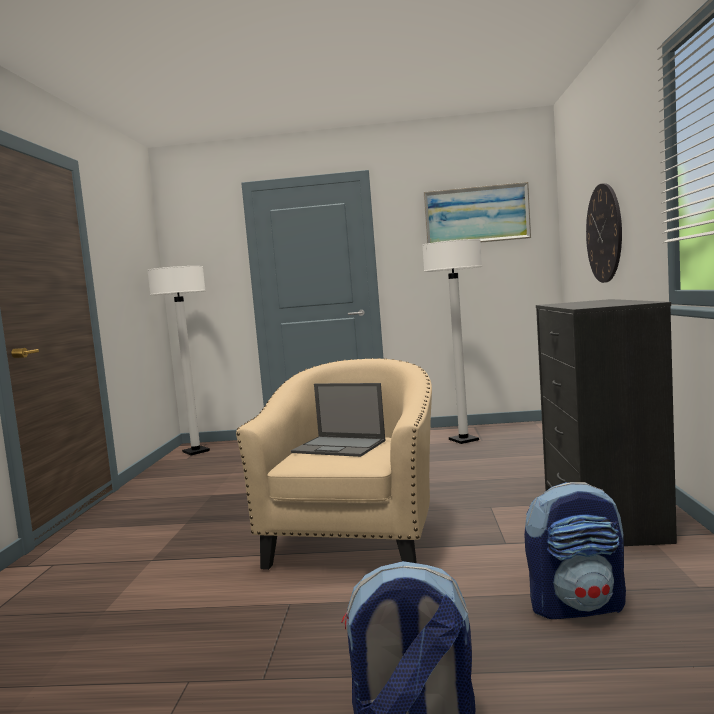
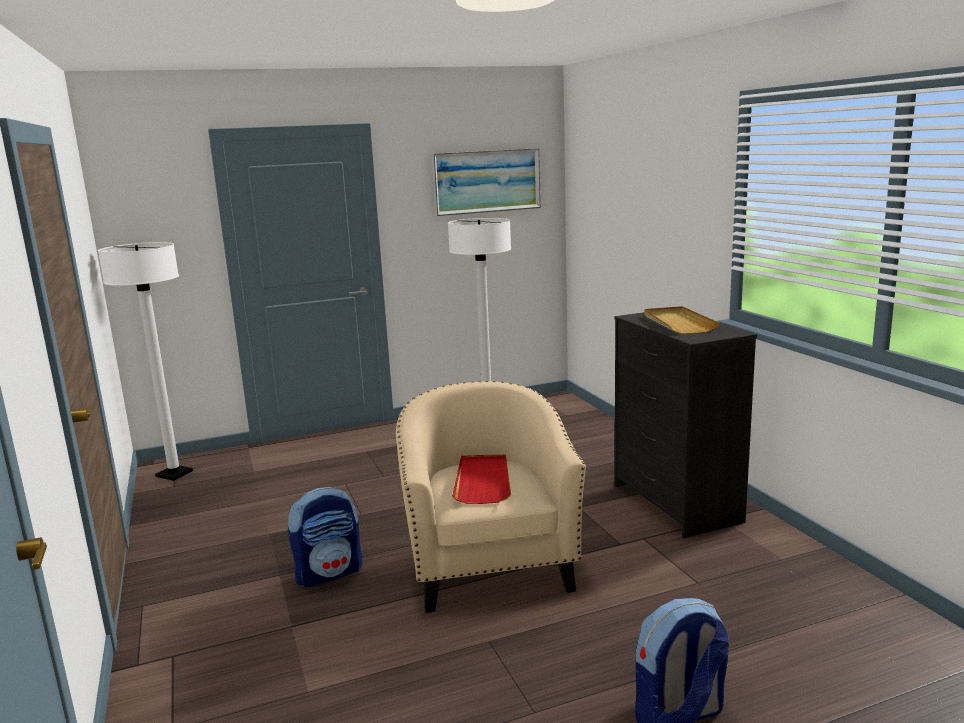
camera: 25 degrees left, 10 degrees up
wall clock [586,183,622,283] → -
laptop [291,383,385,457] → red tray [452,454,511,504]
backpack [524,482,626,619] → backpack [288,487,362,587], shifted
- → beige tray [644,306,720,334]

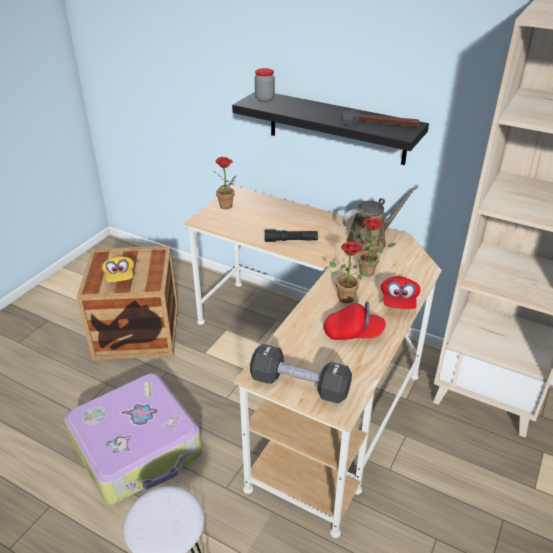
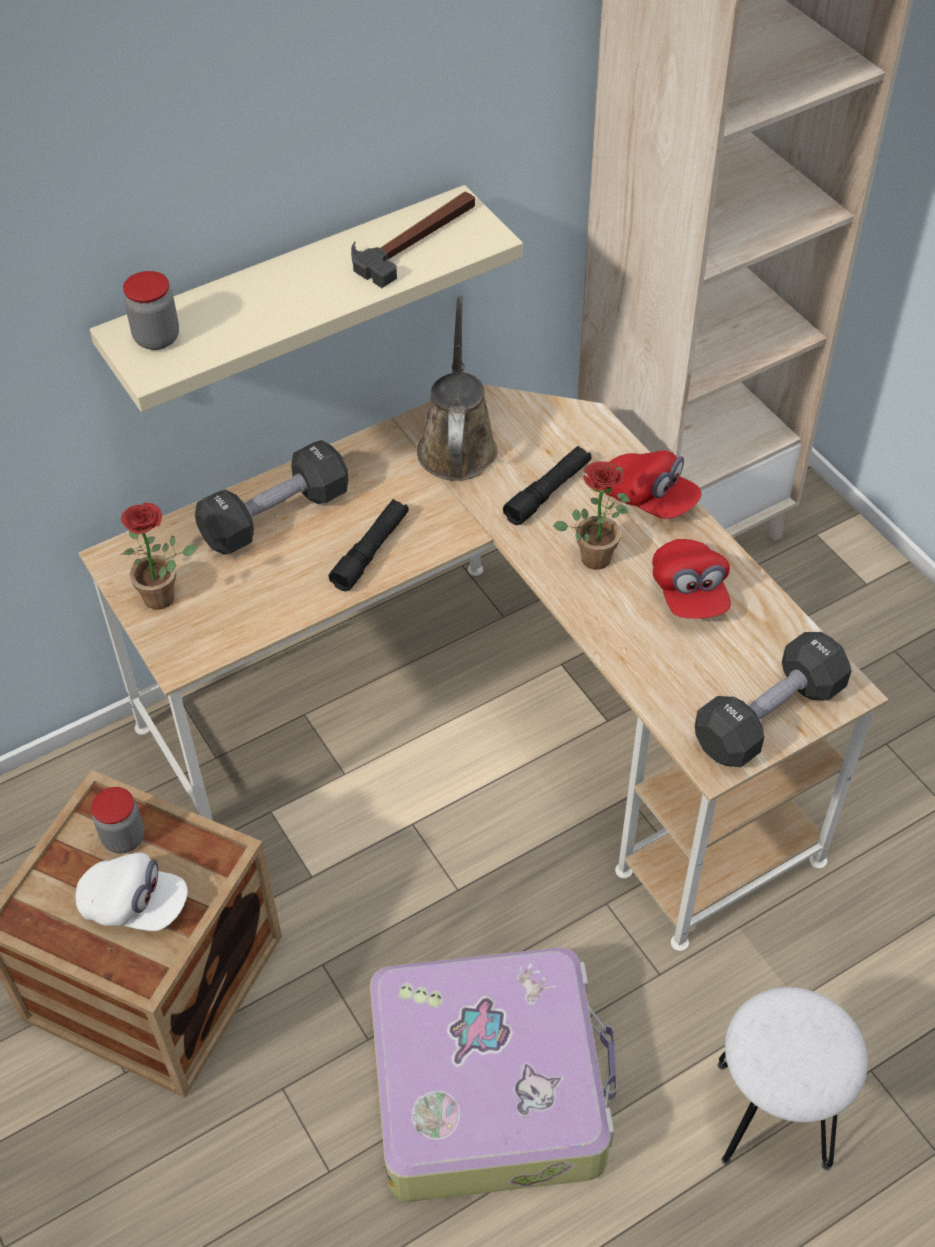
camera: 60 degrees left, 15 degrees up
black shelf [232,92,429,165] → beige shelf [90,185,523,412]
potted plant [357,218,396,277] → black flashlight [503,446,592,525]
yellow cap [102,257,134,282] → white cap [76,853,188,931]
red cap [324,301,386,340] → red cap [652,539,731,619], 135 degrees clockwise
- → black dumbbell [195,440,348,554]
- → jar [91,787,144,854]

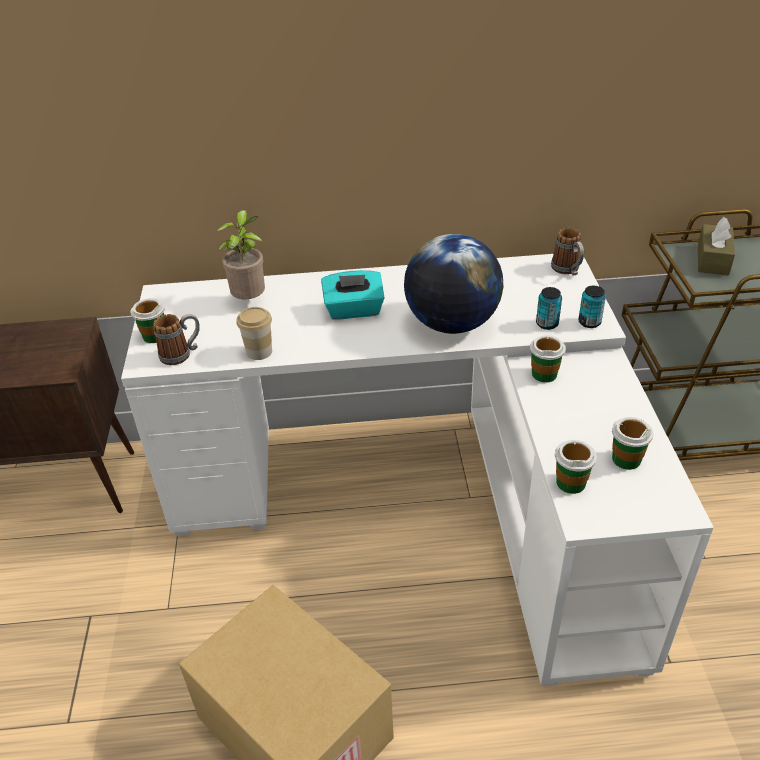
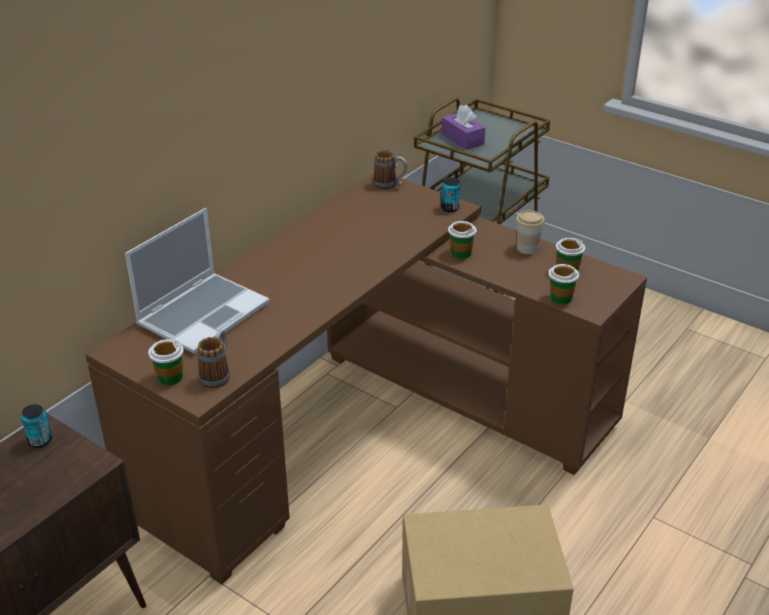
camera: 50 degrees left, 5 degrees down
potted plant [216,210,265,299] → laptop [125,208,270,354]
brown tissue box [698,217,735,276] → purple tissue box [441,105,485,150]
globe [404,234,503,334] → -
white desk [121,254,714,686] → brown desk [85,173,647,584]
turquoise tissue box [321,270,385,320] → -
can [536,287,562,330] → can [21,404,52,448], shifted
cup [237,307,272,360] → cup [516,210,545,254], shifted

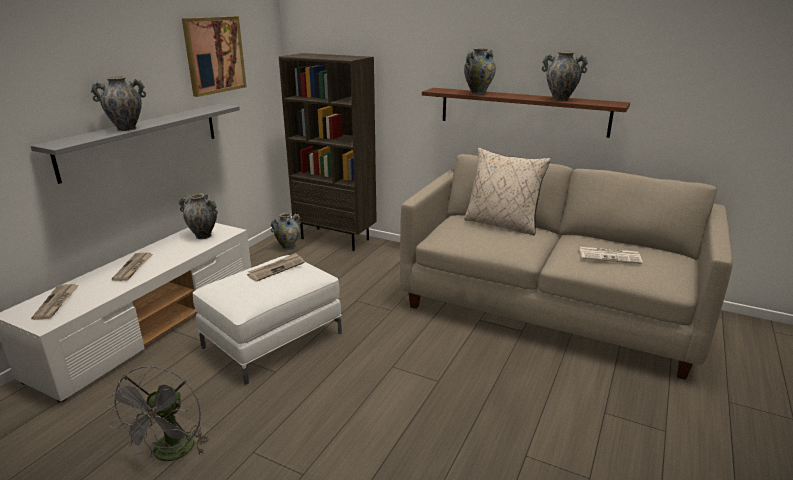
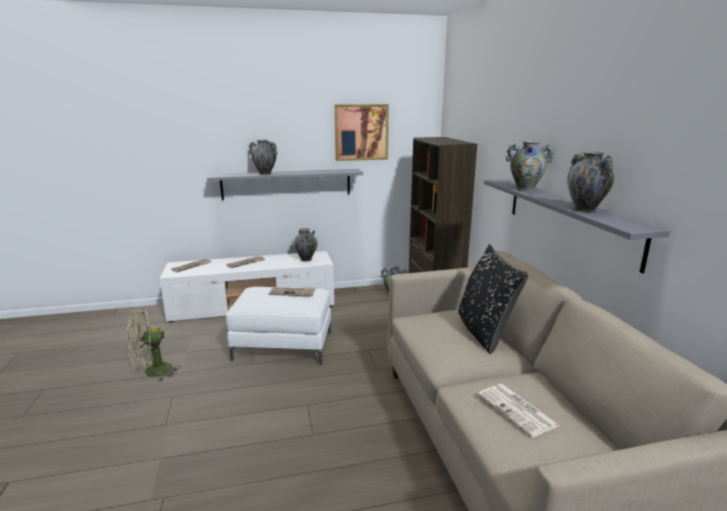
camera: 50 degrees right, 5 degrees down
brown shelf [422,88,630,138] → grey shelf [484,179,670,273]
beige pillow [464,148,551,235] → black pillow [458,244,528,354]
grey fan [106,366,209,461] → green fan [127,309,181,381]

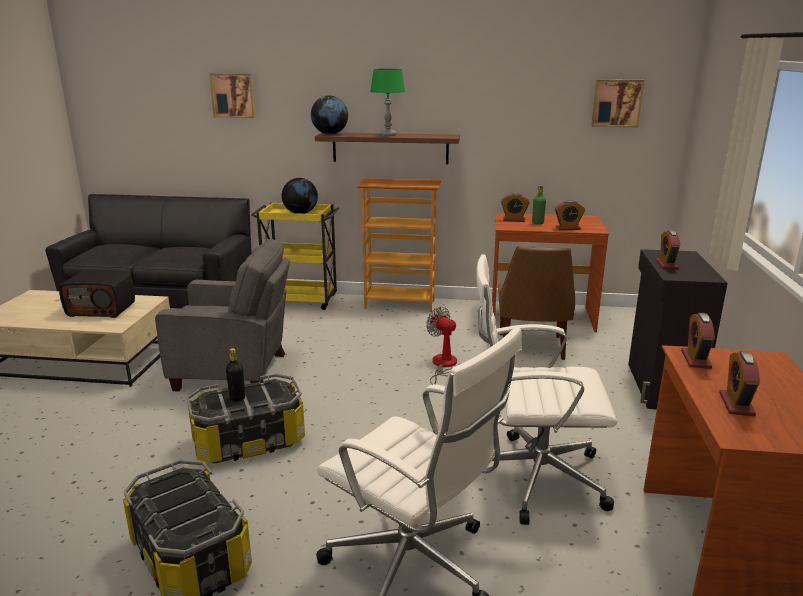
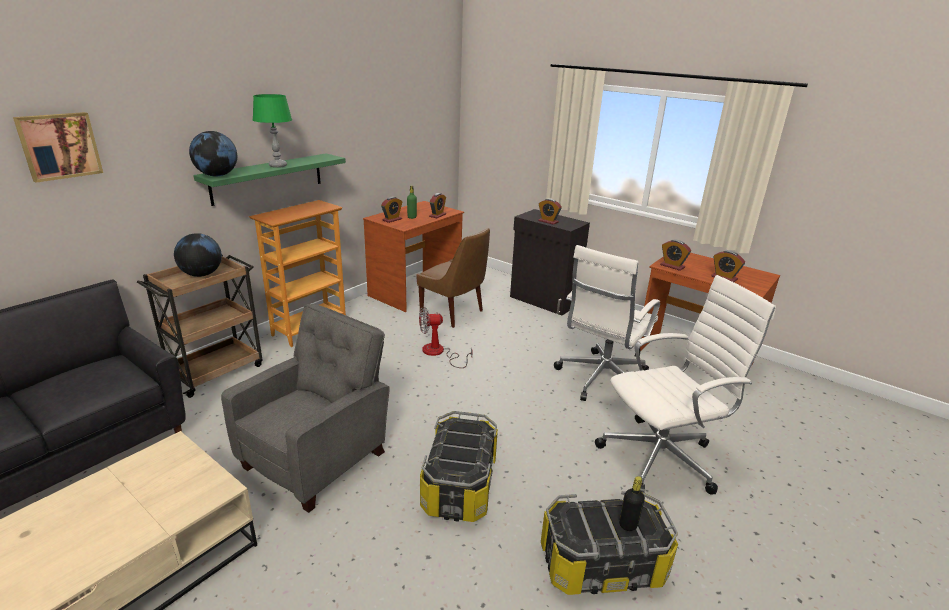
camera: 60 degrees left, 5 degrees up
picture [591,79,645,128] → -
brown shelf [315,133,460,164] → green shelf [193,154,346,206]
yellow cart [251,202,339,310] → brown cart [137,254,262,398]
radio [59,270,135,318] → -
black bottle [226,348,245,402] → black bottle [619,476,645,531], shifted

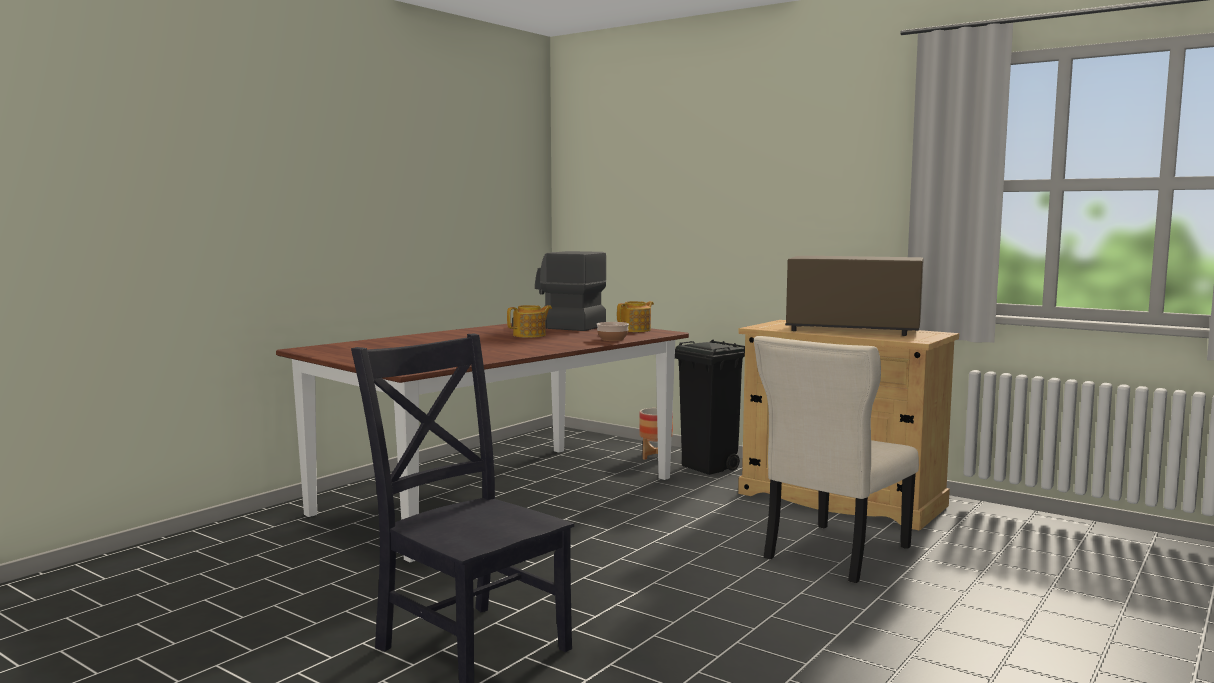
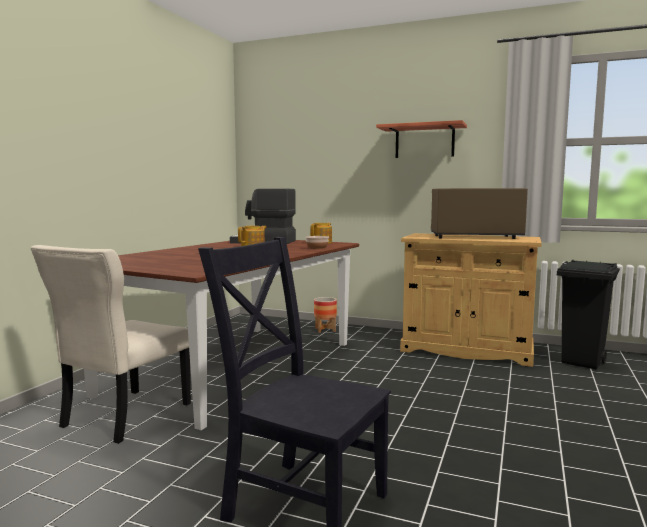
camera: 15 degrees left, 0 degrees up
beige chair [754,336,919,583] → beige chair [31,245,191,444], shifted
black trash can [675,340,745,475] → black trash can [557,260,620,369], shifted
- → shelf [376,120,467,158]

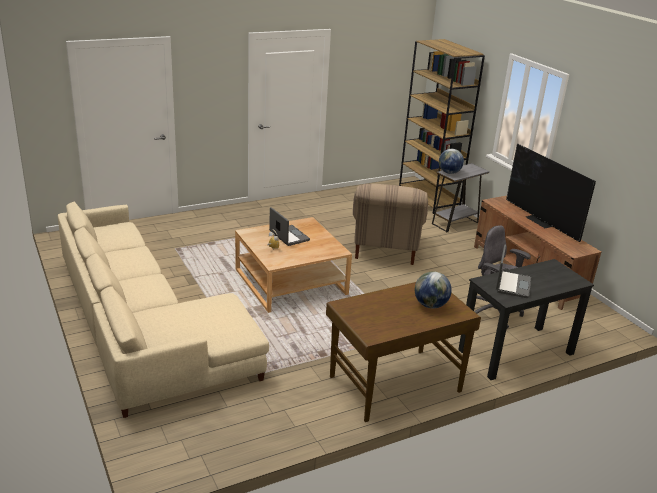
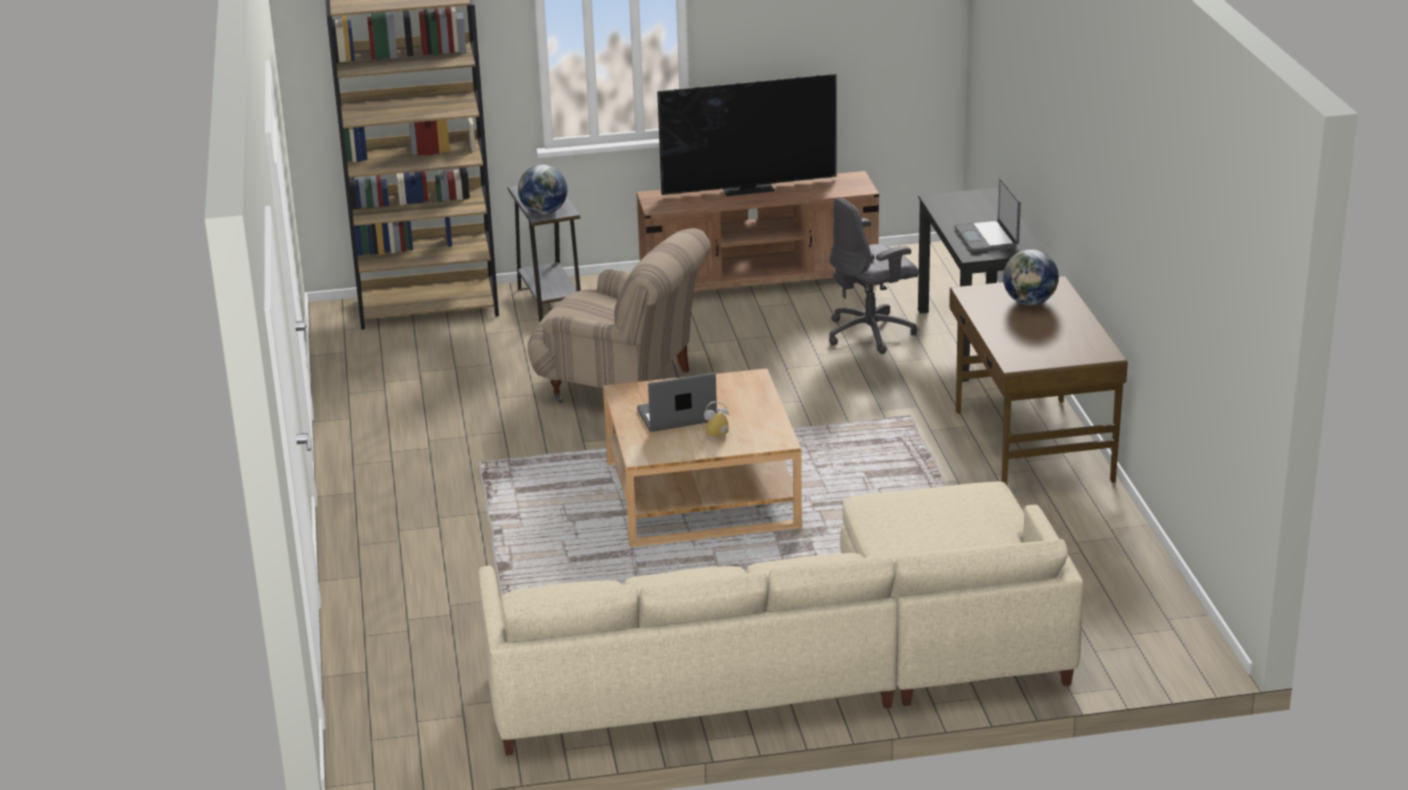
camera: 70 degrees left, 0 degrees up
laptop [496,245,531,298] → laptop [954,178,1021,253], 135 degrees counterclockwise

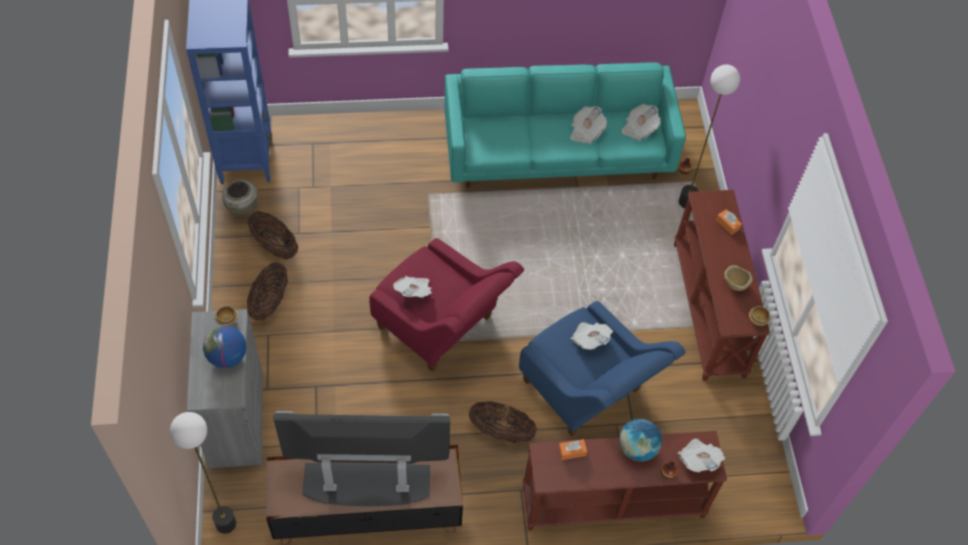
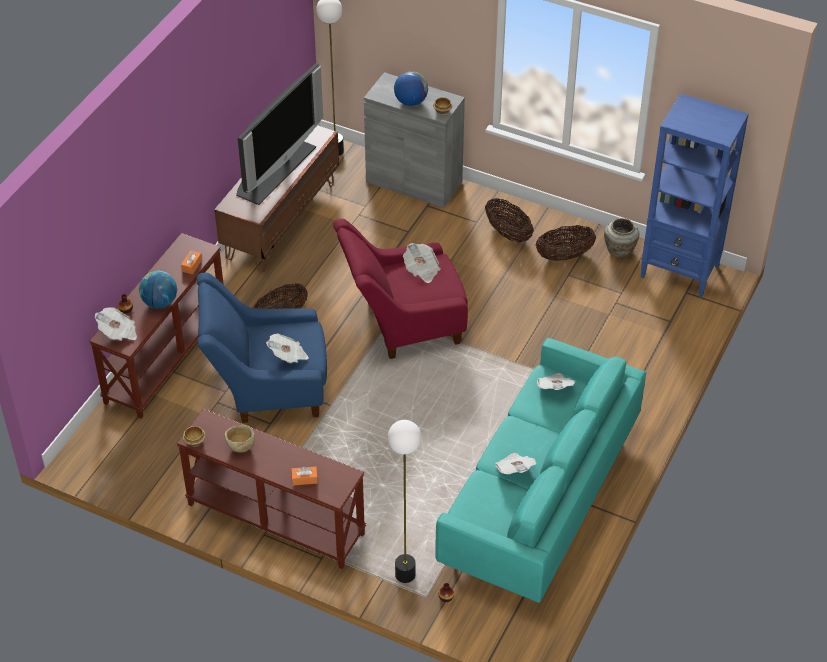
camera: 125 degrees right, 10 degrees down
newspaper [622,104,660,141] → newspaper [537,373,575,390], shifted

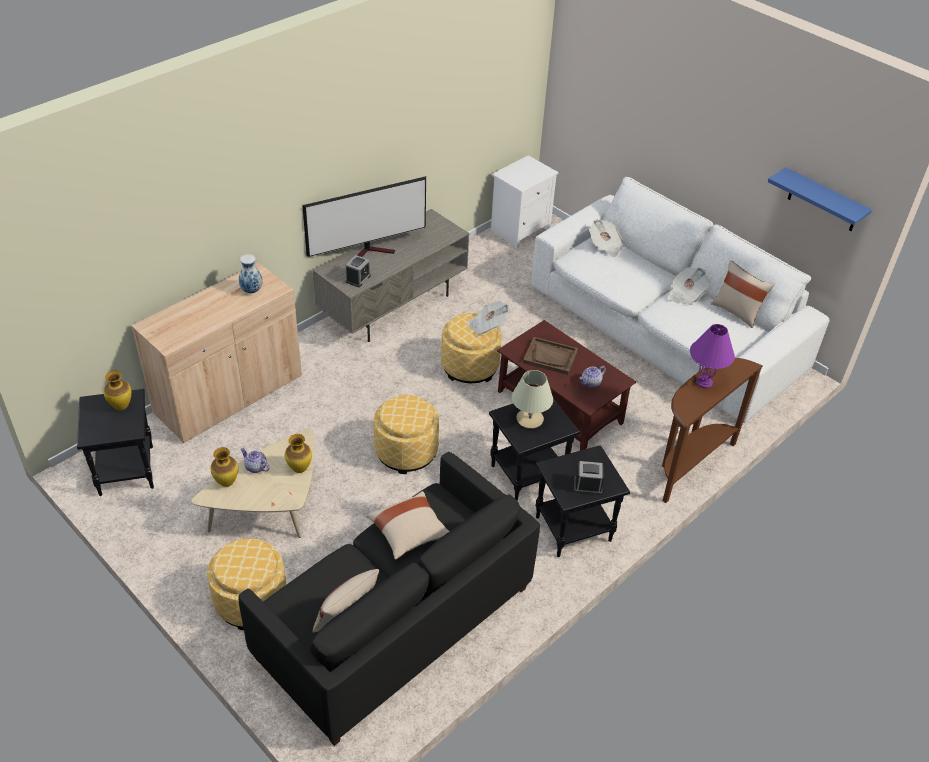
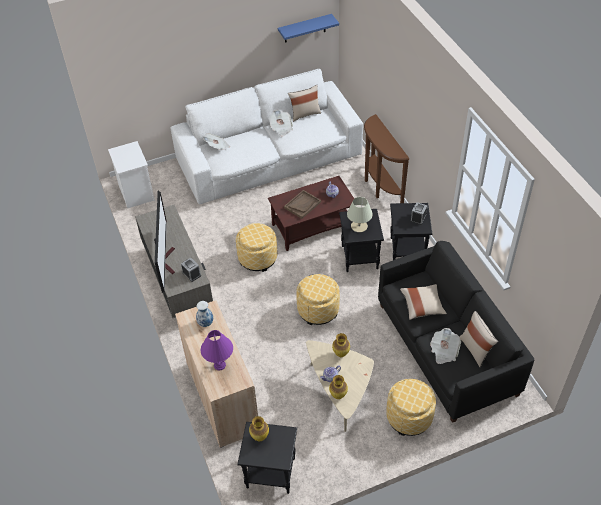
camera: 65 degrees left, 5 degrees up
newspaper [467,301,510,335] → newspaper [430,328,461,364], shifted
purple table lamp [690,324,735,388] → purple table lamp [201,330,233,371], shifted

